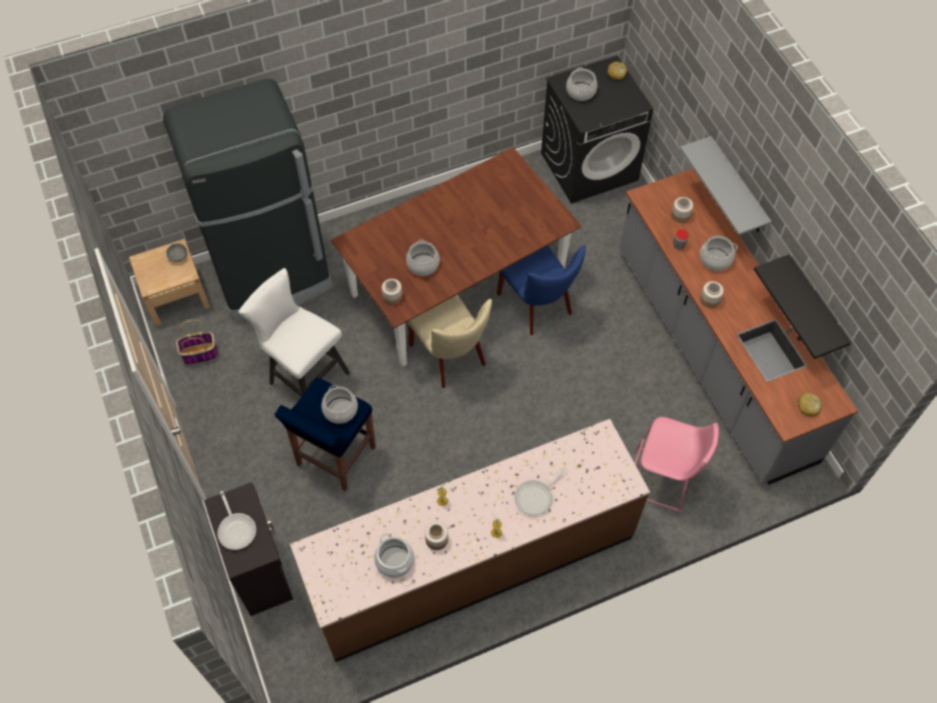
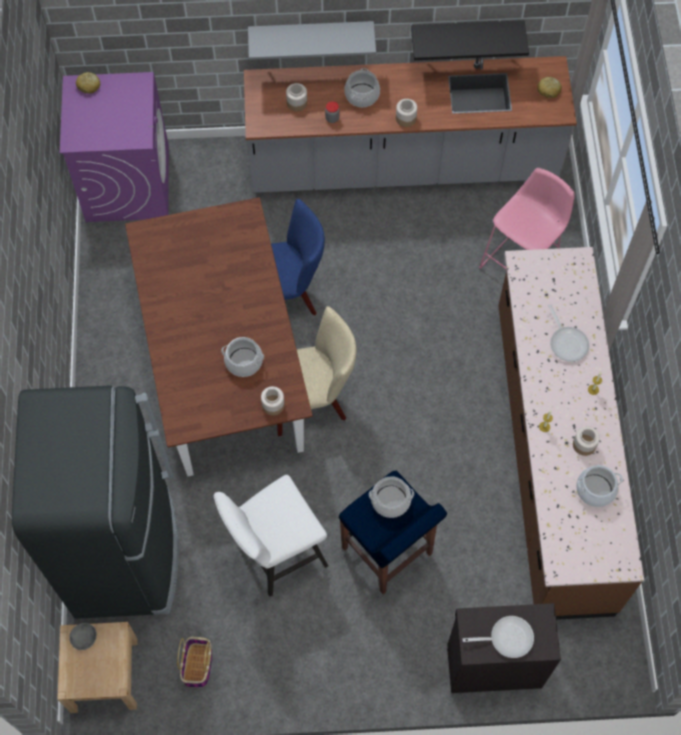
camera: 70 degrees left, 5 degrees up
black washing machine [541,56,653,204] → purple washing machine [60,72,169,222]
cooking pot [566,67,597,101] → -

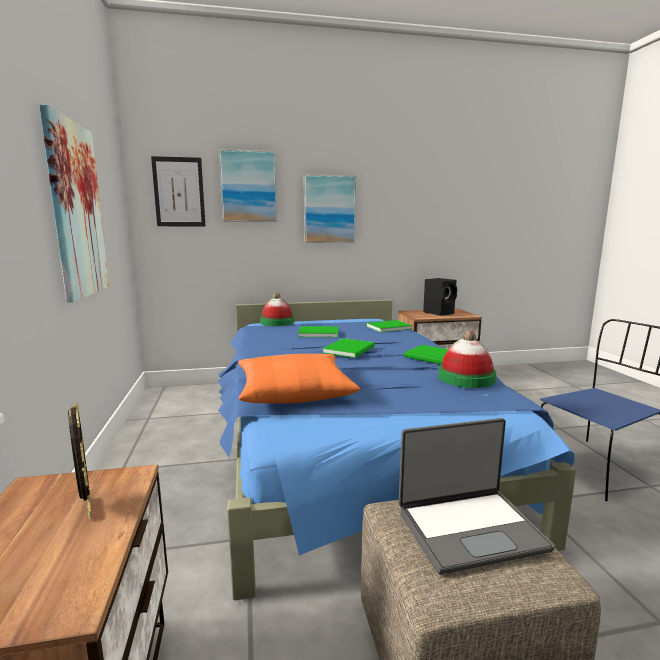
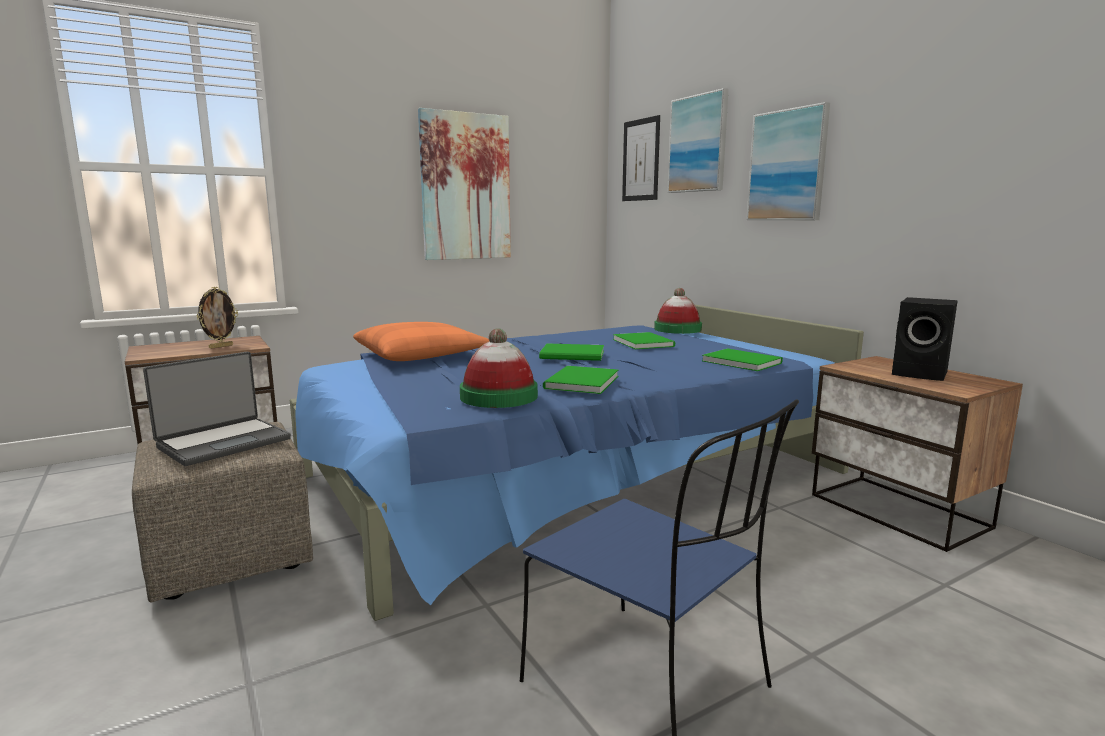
camera: 70 degrees right, 0 degrees up
laptop [399,418,555,575] → laptop [143,352,291,466], 105 degrees counterclockwise

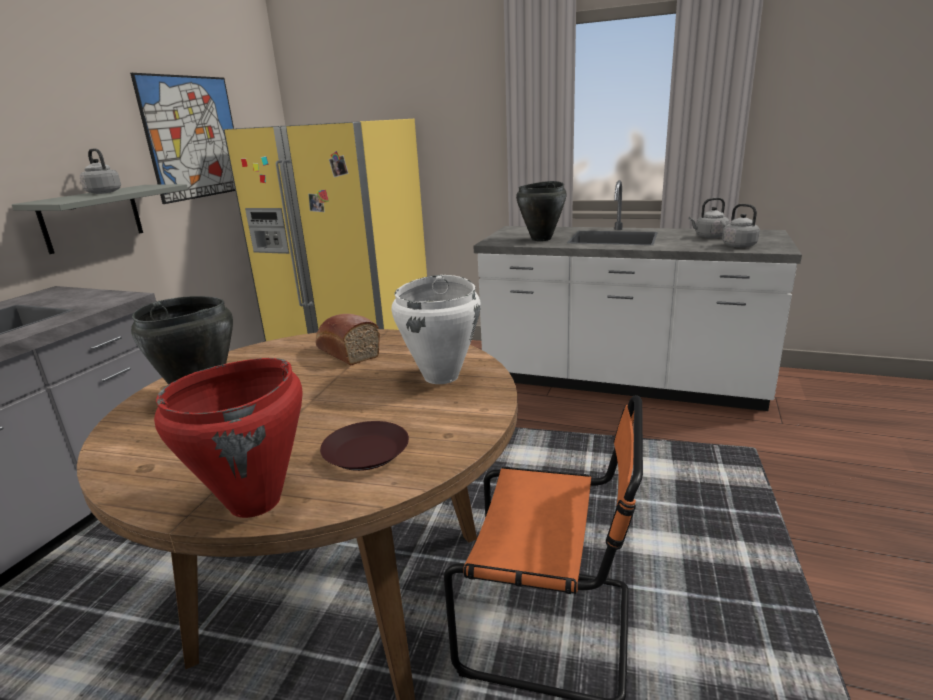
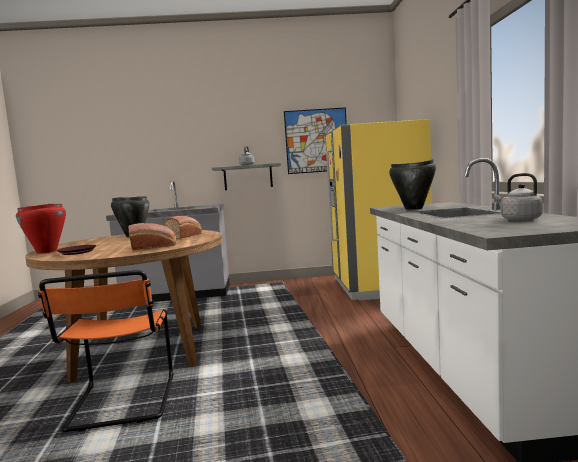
camera: 65 degrees right, 15 degrees down
grey kettle [720,204,760,248] → -
white cooking pot [392,275,481,384] → bread [129,223,176,250]

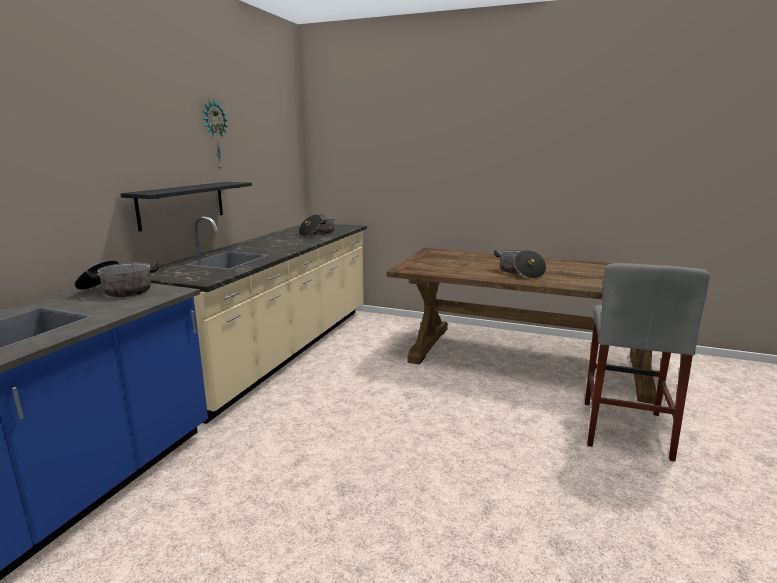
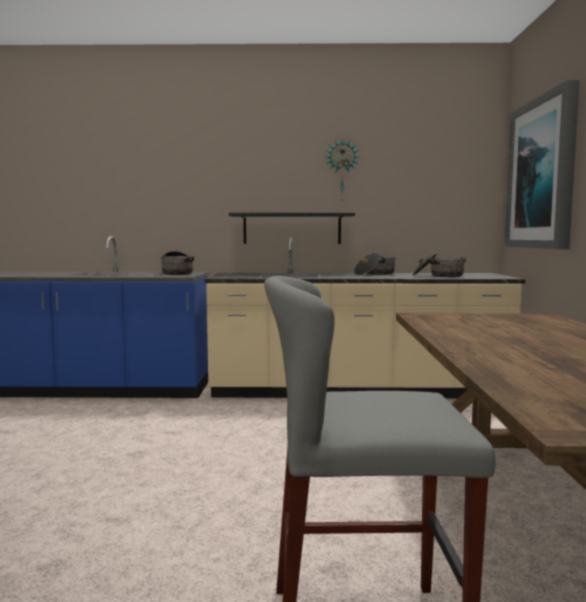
camera: 70 degrees right, 10 degrees down
cooking pot [494,250,547,279] → cooking pot [354,252,396,275], shifted
- → picture [505,80,580,249]

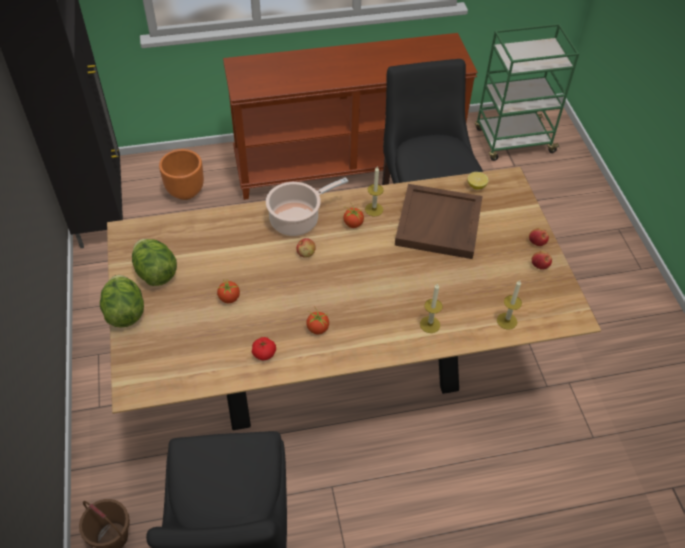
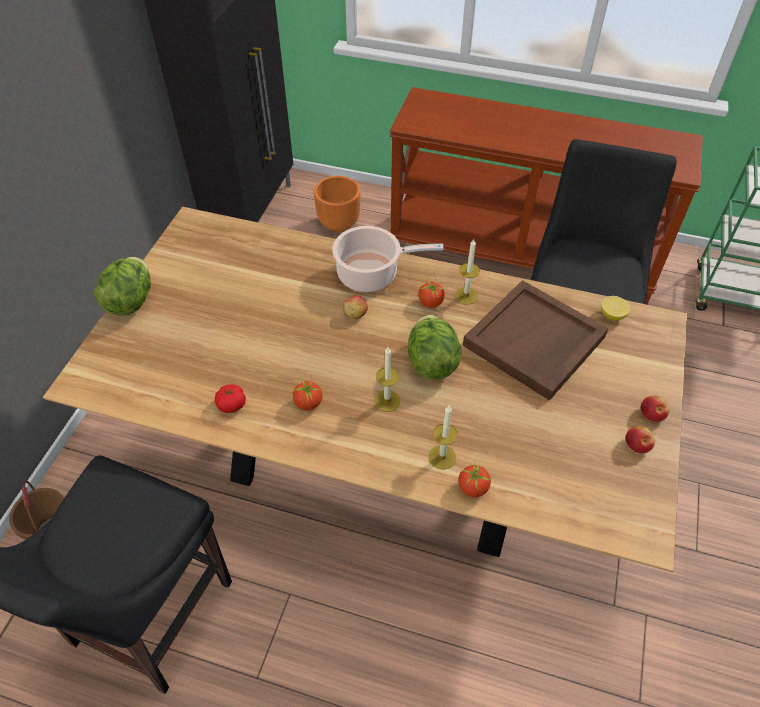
camera: 30 degrees right, 0 degrees up
lettuce [132,239,177,286] → lettuce [408,315,462,380], shifted
tomato [217,279,240,303] → tomato [458,460,492,498], shifted
candle [497,280,522,330] → candle [374,347,400,412], shifted

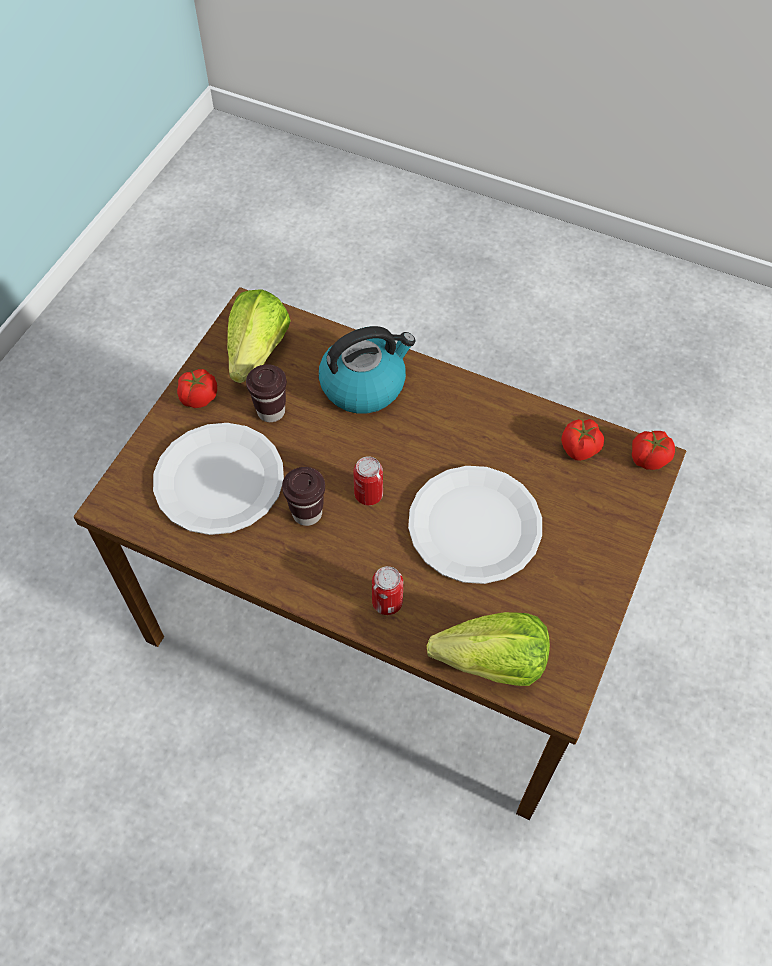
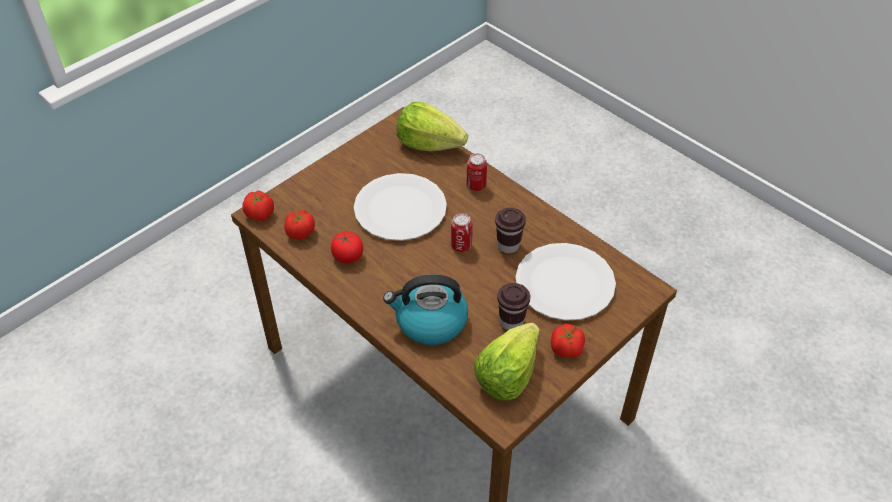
camera: 160 degrees left, 10 degrees down
- → tomato [331,231,363,264]

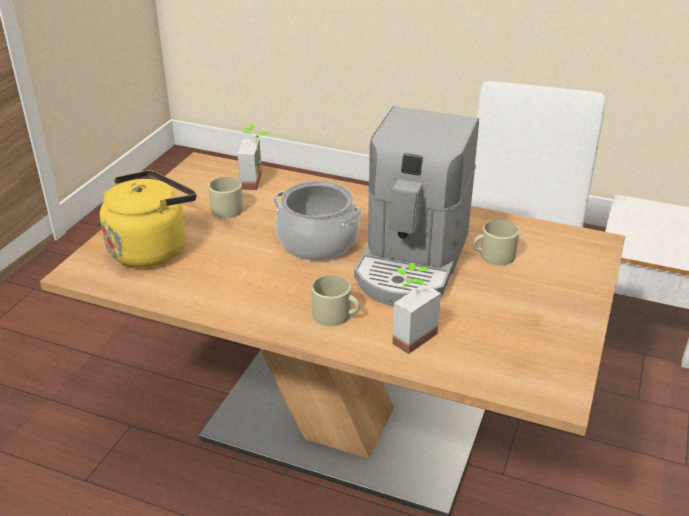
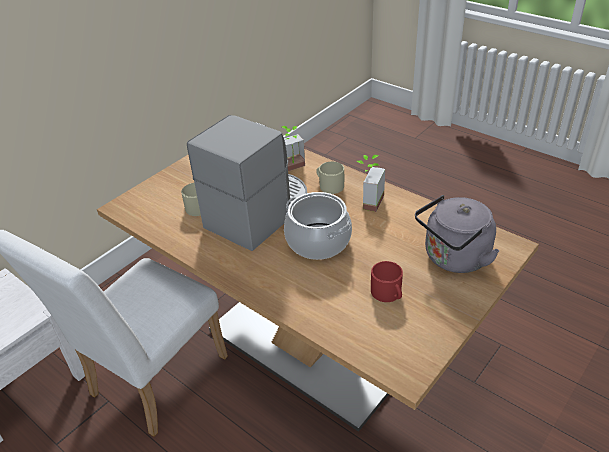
camera: 160 degrees left, 5 degrees up
potted plant [237,125,271,190] → potted plant [356,155,385,212], shifted
yellow kettle [100,170,197,267] → grey kettle [415,195,499,273]
beige mug [208,177,243,218] → red mug [371,261,403,302]

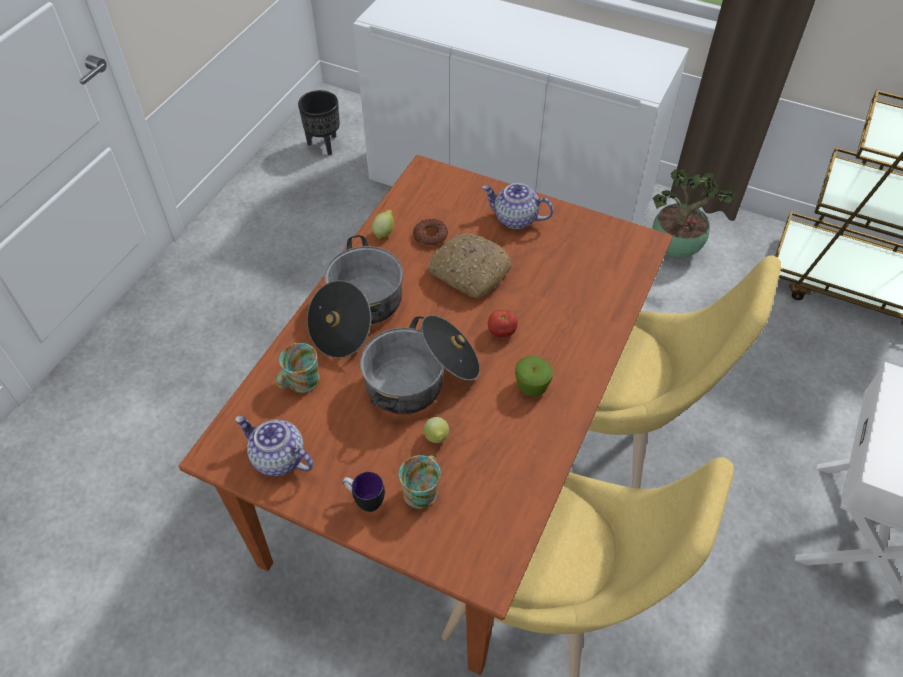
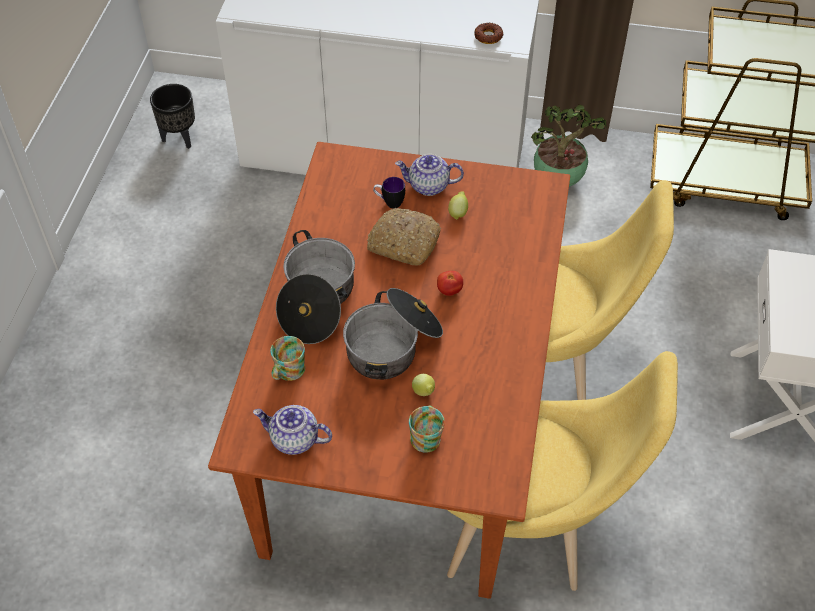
camera: 15 degrees left, 0 degrees up
lemon [372,210,394,239] → lemon [448,191,468,220], shifted
donut [413,219,448,246] → donut [474,23,504,44], shifted
apple [515,356,553,396] → -
mug [343,472,385,512] → mug [373,177,405,209], shifted

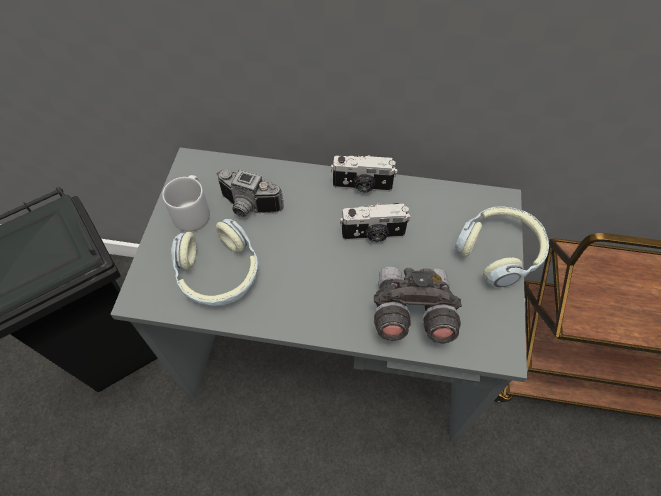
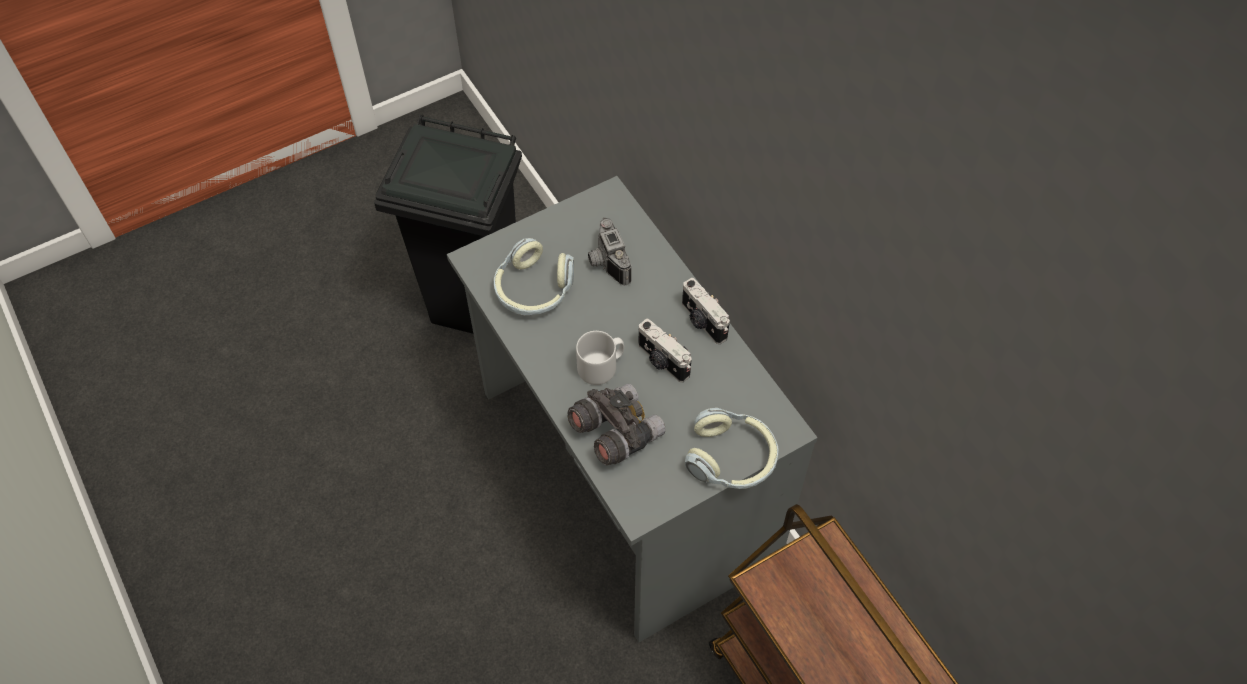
camera: 50 degrees right, 0 degrees up
grey mug [162,175,210,232] → grey mug [576,331,624,385], shifted

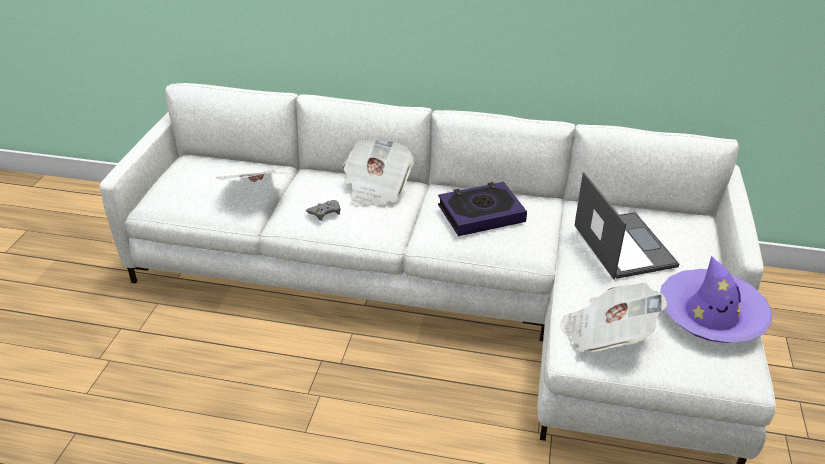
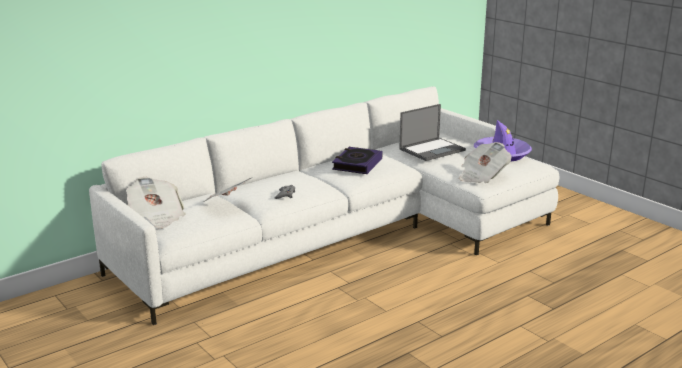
camera: 50 degrees left, 15 degrees down
newspaper [343,140,414,207] → newspaper [126,177,186,229], shifted
laptop [574,172,679,279] → laptop [399,104,466,161], 120 degrees clockwise

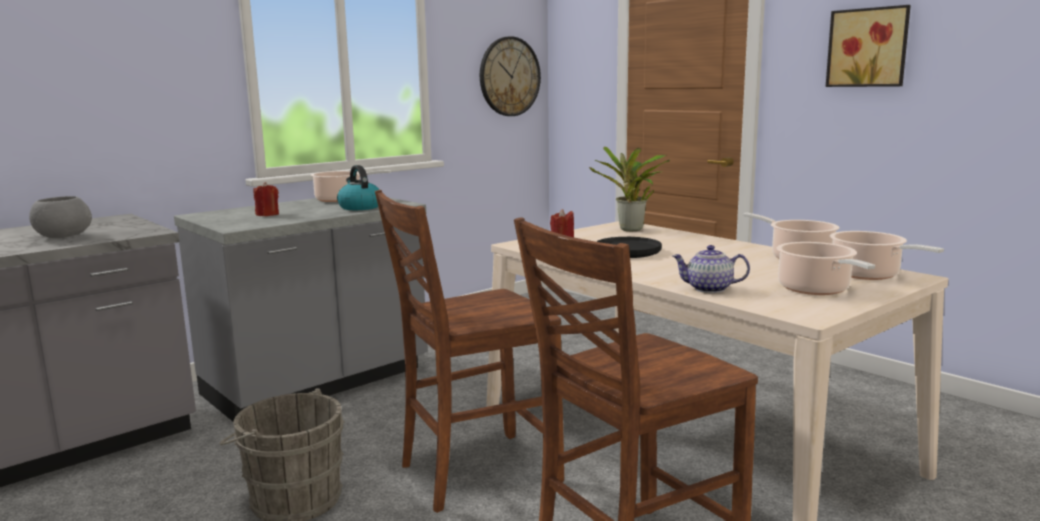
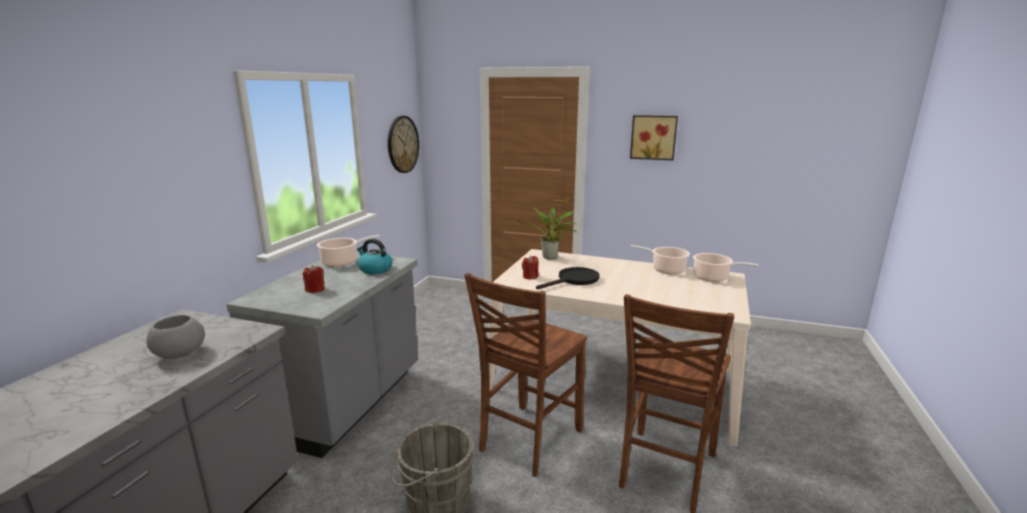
camera: 30 degrees left, 5 degrees up
cooking pot [777,242,875,295] → -
teapot [672,245,750,293] → -

